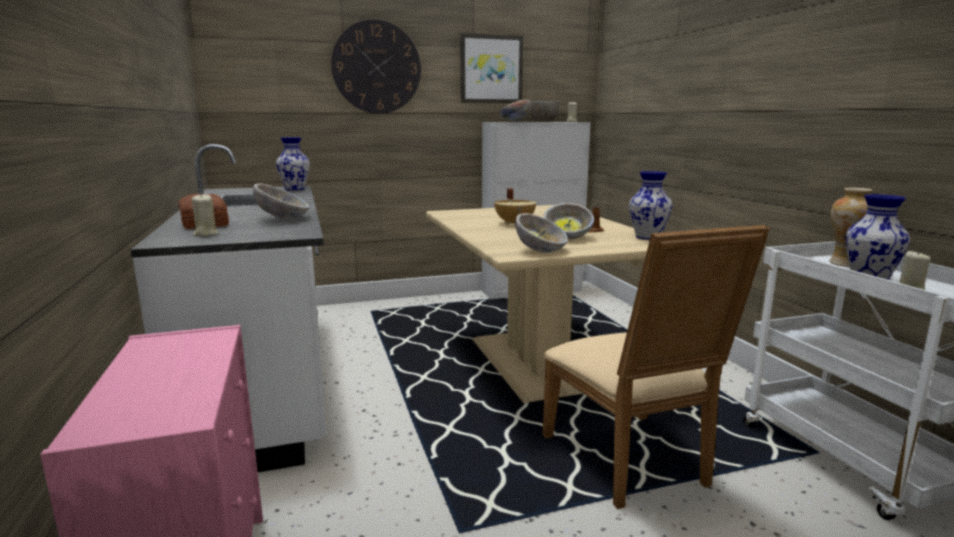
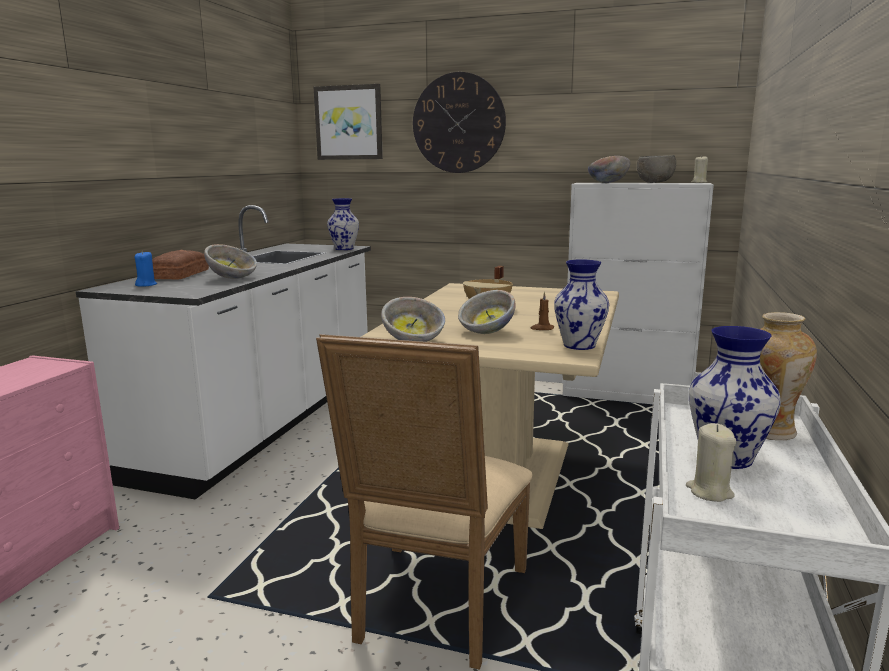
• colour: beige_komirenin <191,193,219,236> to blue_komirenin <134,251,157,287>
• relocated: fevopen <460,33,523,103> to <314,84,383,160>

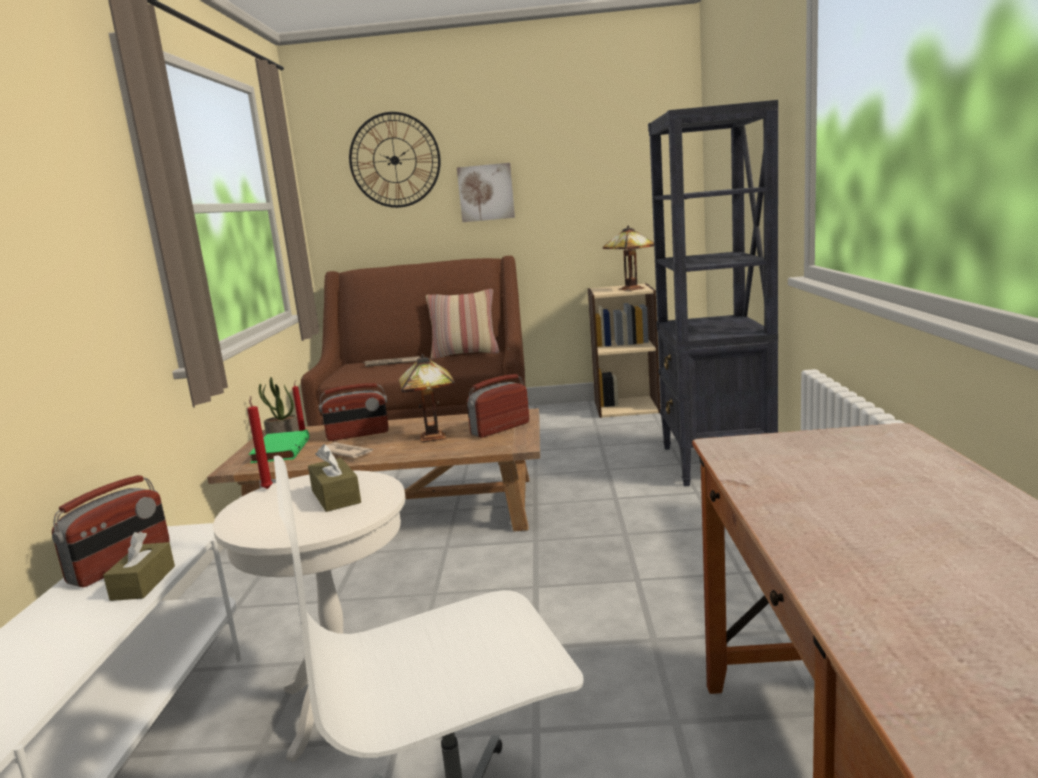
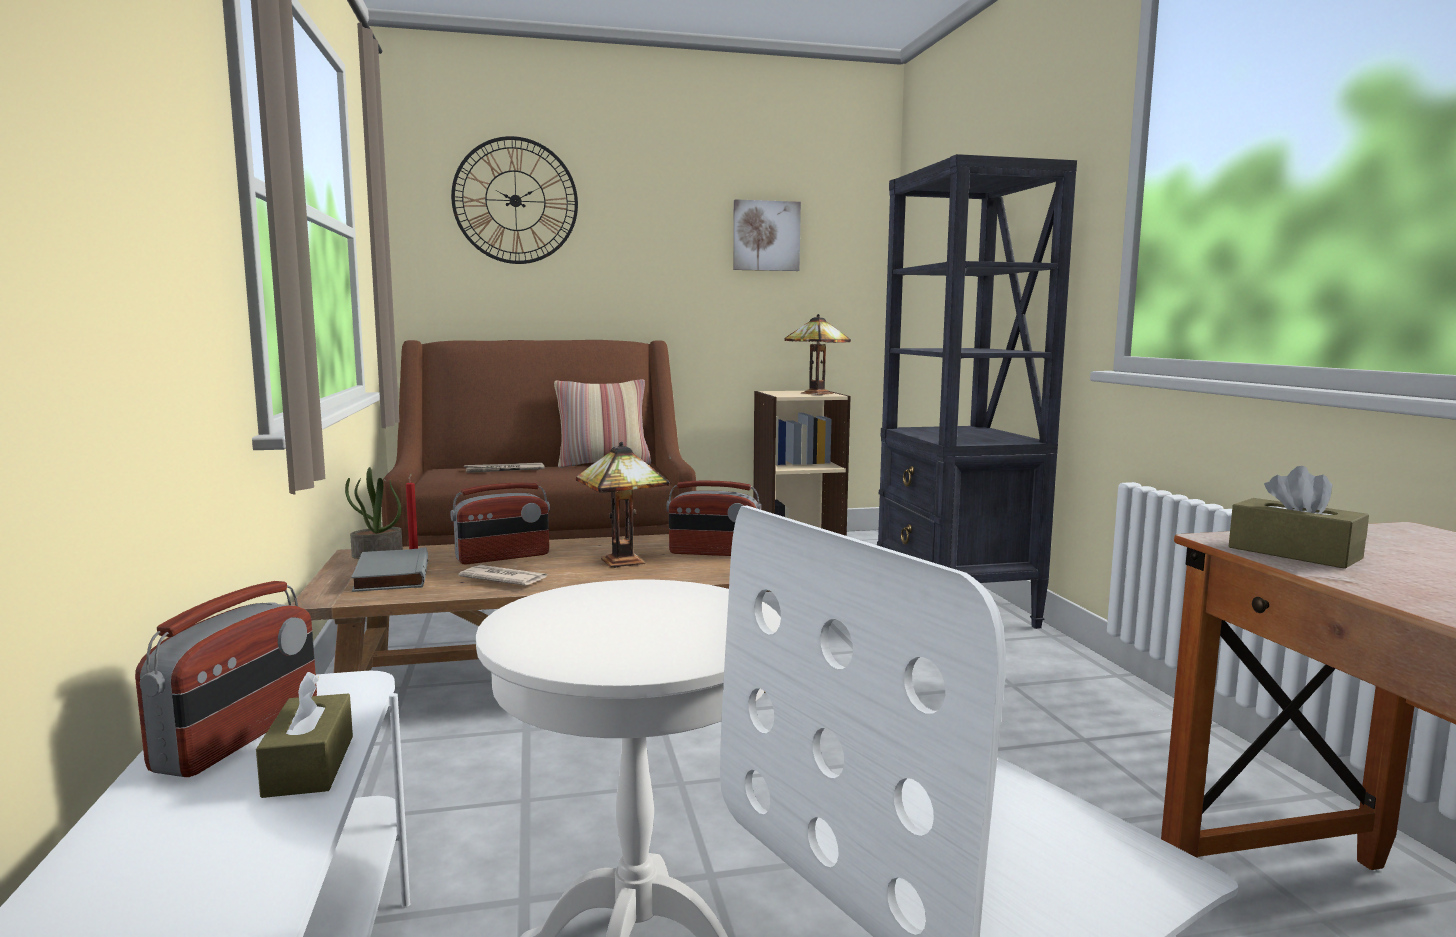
• missing: red_komirenin <247,396,273,489>
• colour: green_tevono <249,430,309,463> to grey_tevono <351,547,428,592>
• relocated: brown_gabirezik <308,444,361,512> to <1229,466,1369,569>
• relocated: fevopen <457,163,515,222> to <733,199,801,271>
• spun: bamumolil <467,374,529,438> = <666,481,761,556> 120 degrees counterclockwise

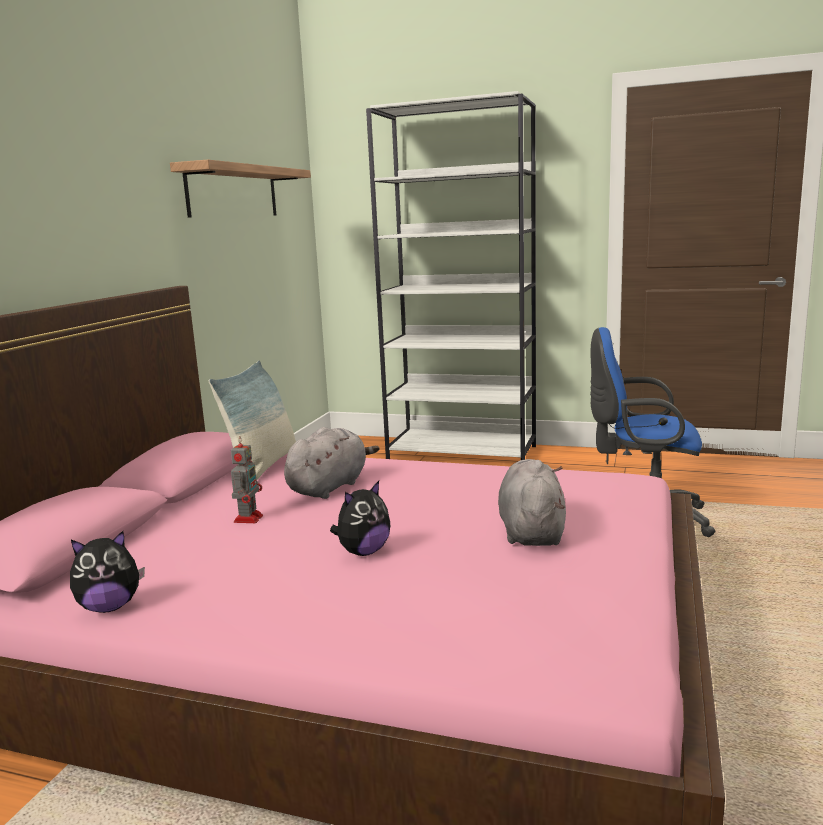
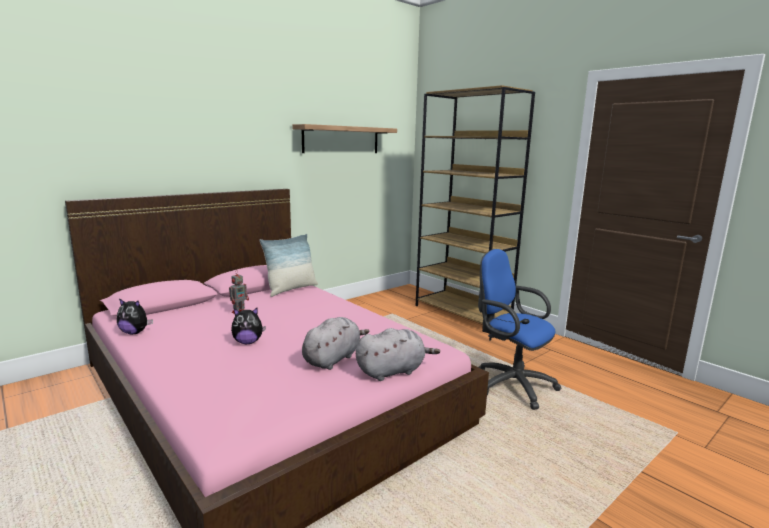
• relocated: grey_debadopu <284,427,379,499> to <356,328,440,381>
• colour: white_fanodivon <366,91,536,460> to brown_fanodivon <416,85,535,332>

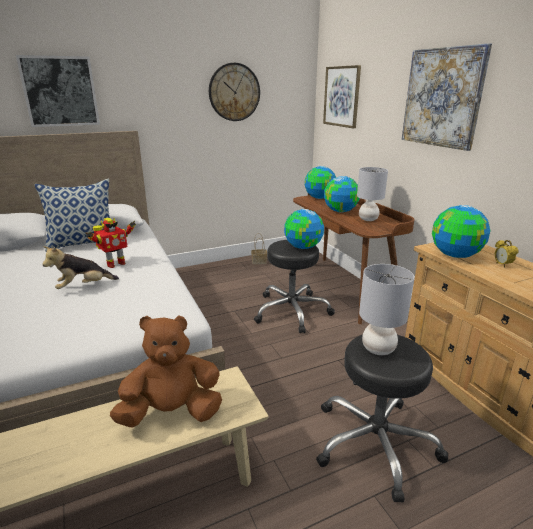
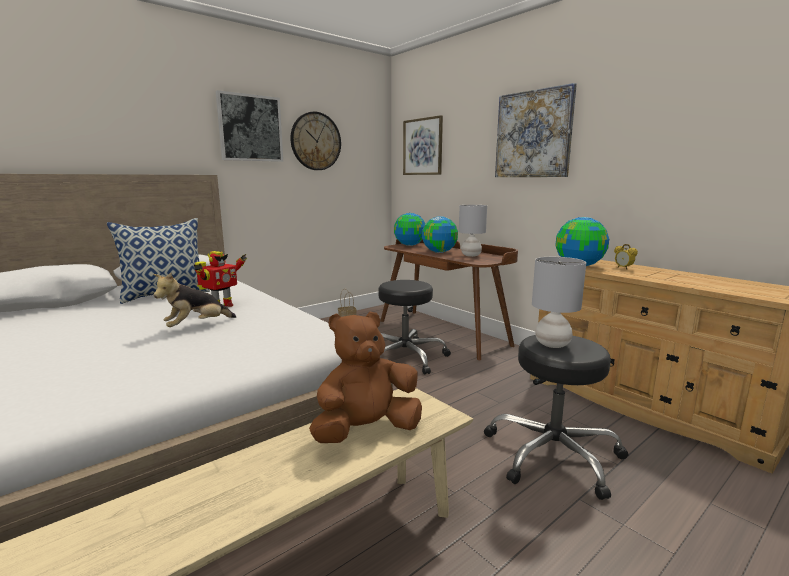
• relocated: fevopen <16,55,100,127> to <216,90,283,162>
• missing: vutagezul <284,209,324,249>

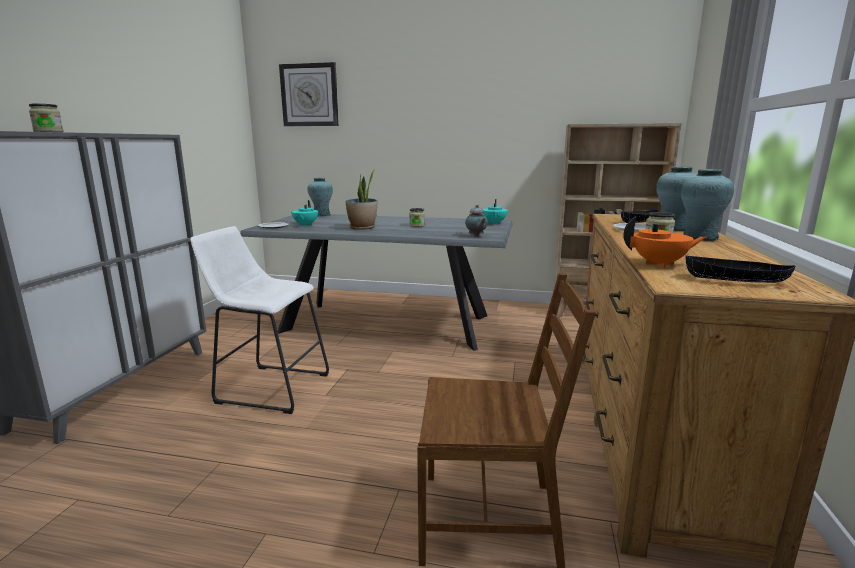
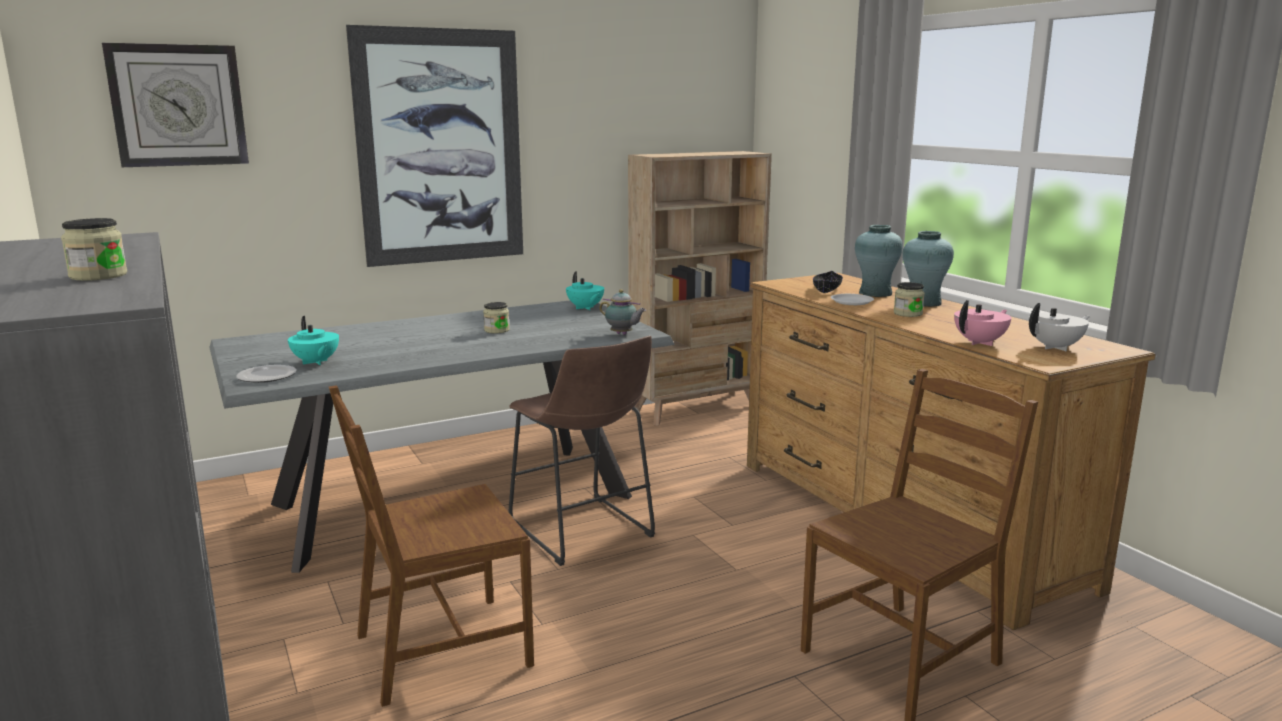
• exchanged: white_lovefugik <190,226,329,414> to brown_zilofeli <329,385,534,707>
• missing: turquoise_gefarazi <307,178,333,217>
• missing: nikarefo <346,169,377,230>
• colour: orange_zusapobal <623,217,706,268> to pink_zusapobal <954,300,1011,346>
• exchanged: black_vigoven <685,255,796,283> to white_zusapobal <1029,303,1090,351>
• appeared: fevopen <346,25,523,267>
• appeared: brown_lovefugik <509,336,655,566>

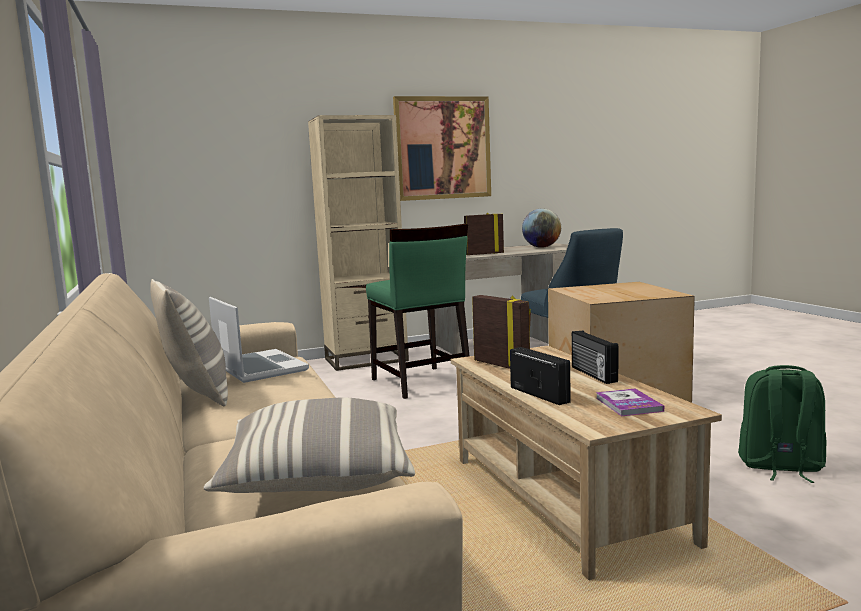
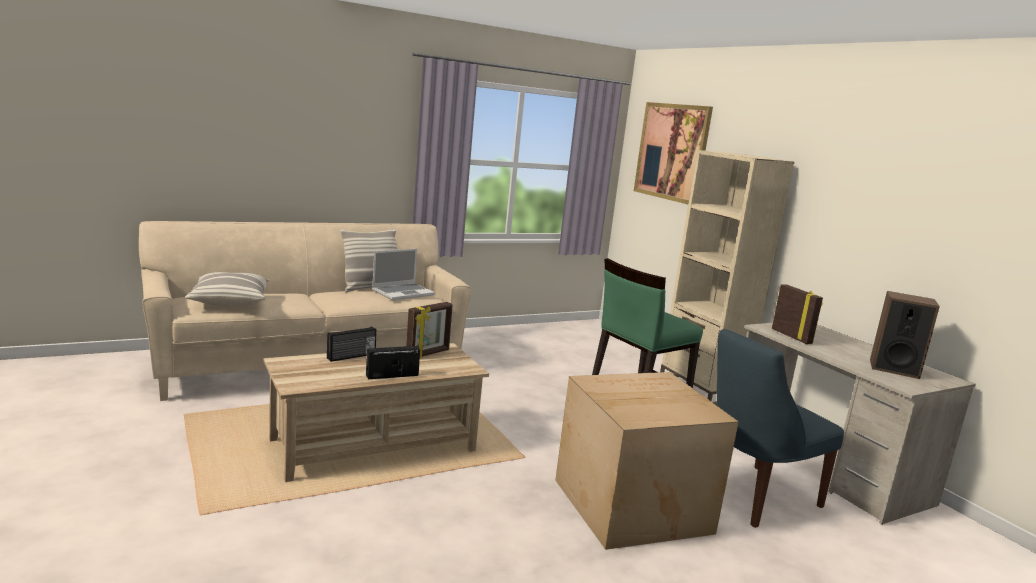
• relocated: fevopen <393,96,491,201> to <634,102,713,204>
• exchanged: vutagezul <522,208,561,248> to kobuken <870,291,940,379>
• missing: tevono <596,388,664,416>
• missing: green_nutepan <738,365,826,483>

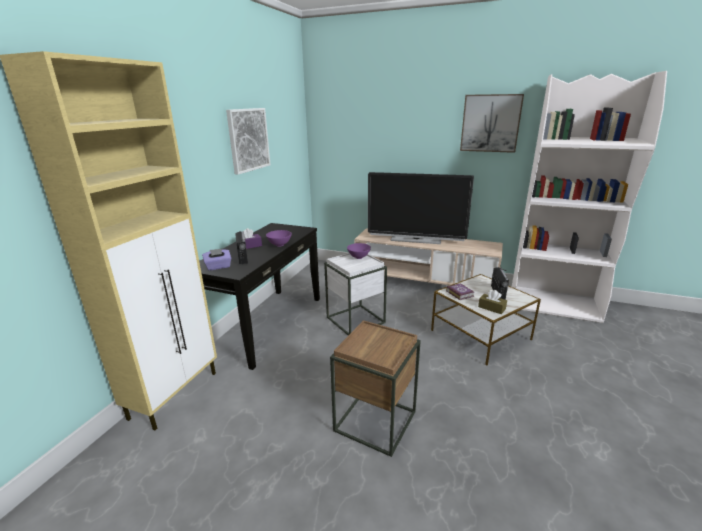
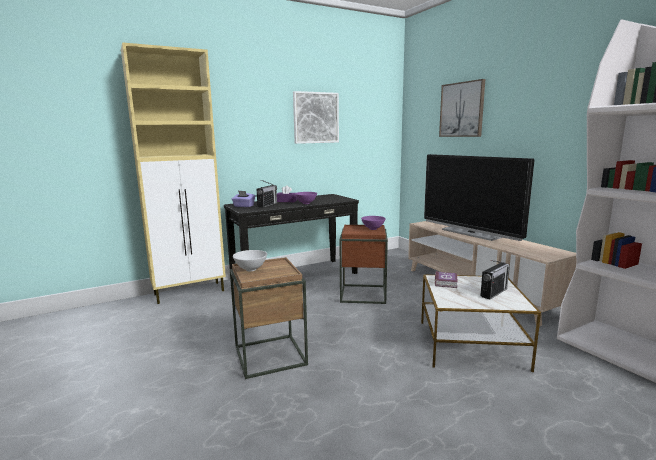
• colour: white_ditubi <324,253,387,335> to brown_ditubi <339,225,388,304>
• relocated: fevopen <460,94,524,153> to <439,79,485,137>
• missing: brown_gabirezik <478,290,507,314>
• appeared: white_vigoven <233,250,267,271>

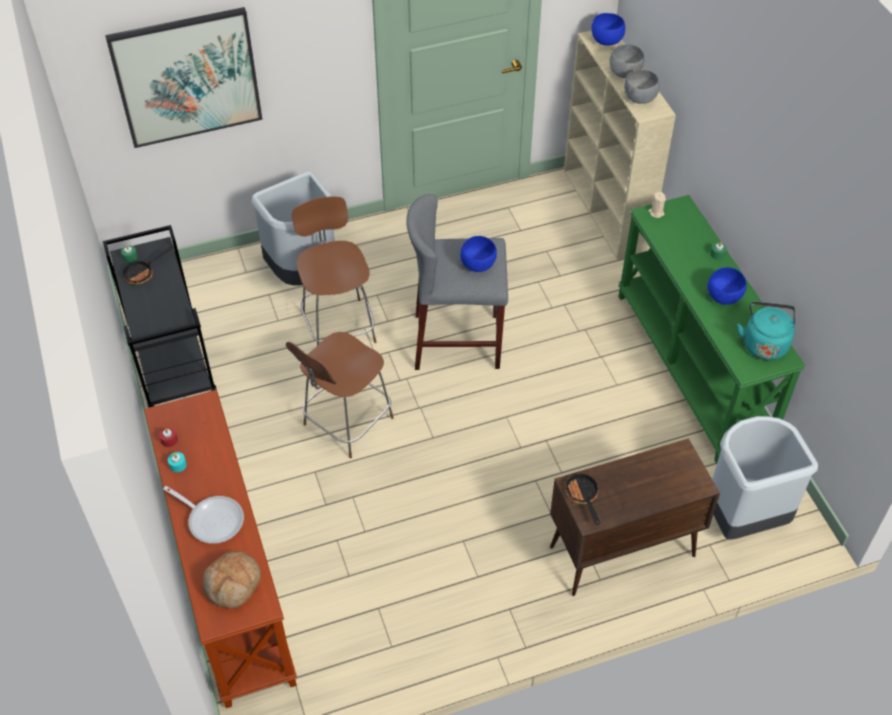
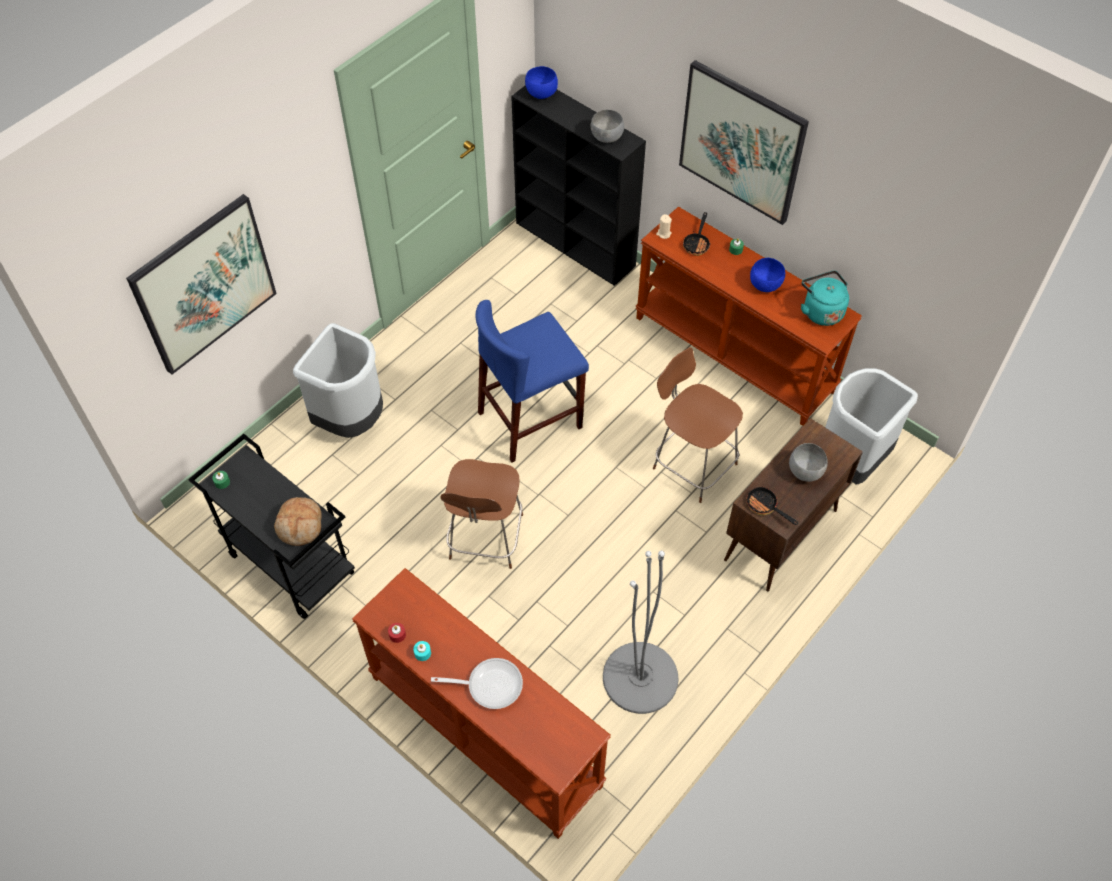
• relocated: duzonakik <123,246,172,284> to <683,212,710,256>
• relocated: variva <202,551,261,609> to <274,497,322,546>
• relocated: brown_zilofeli <292,197,376,345> to <653,347,743,503>
• colour: grey_lovefugik <406,194,508,370> to blue_lovefugik <475,300,589,462>
• missing: blue_vigoven <460,236,497,272>
• colour: beige_fanodivon <564,31,676,260> to black_fanodivon <511,85,646,286>
• relocated: grey_vigoven <609,44,645,78> to <789,443,828,482>
• colour: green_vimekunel <618,195,805,464> to brown_vimekunel <635,207,862,426>
• appeared: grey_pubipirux <603,551,678,714>
• appeared: fevopen <679,60,809,225>

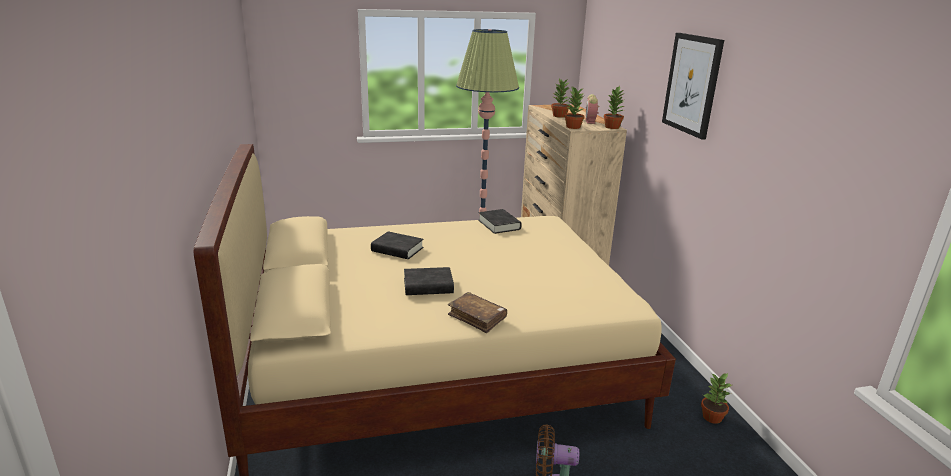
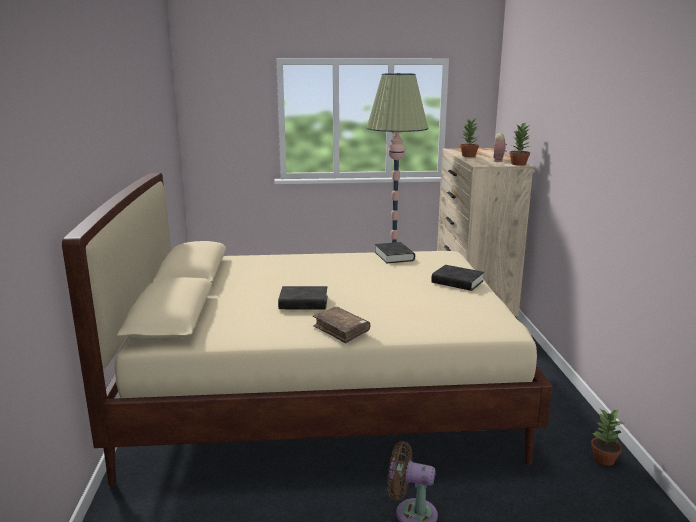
• relocated: black_tevono <371,231,423,259> to <431,265,484,291>
• missing: nikarefo <564,87,585,129>
• missing: fevopen <662,33,724,139>

